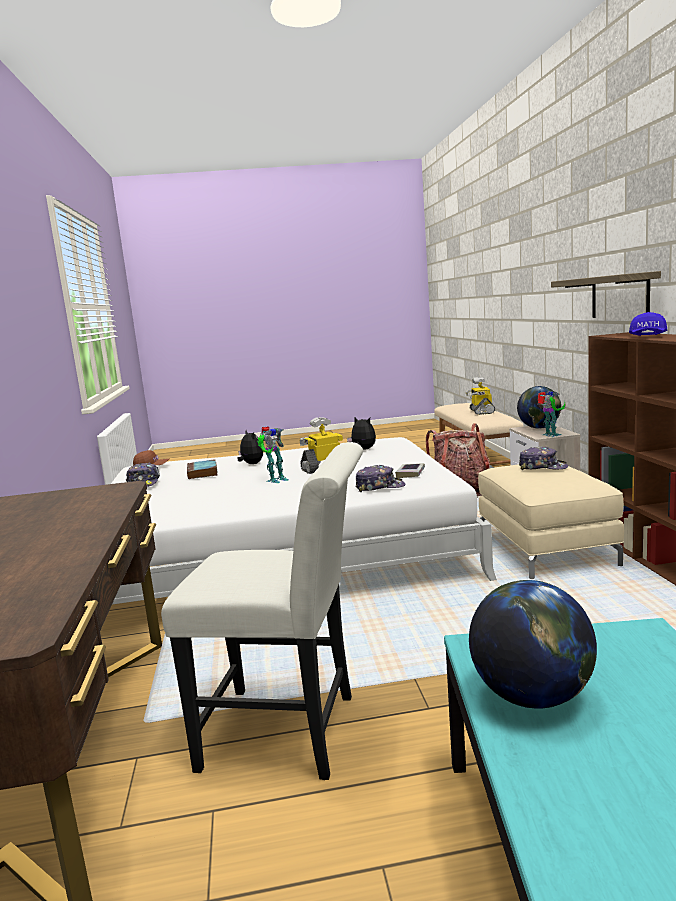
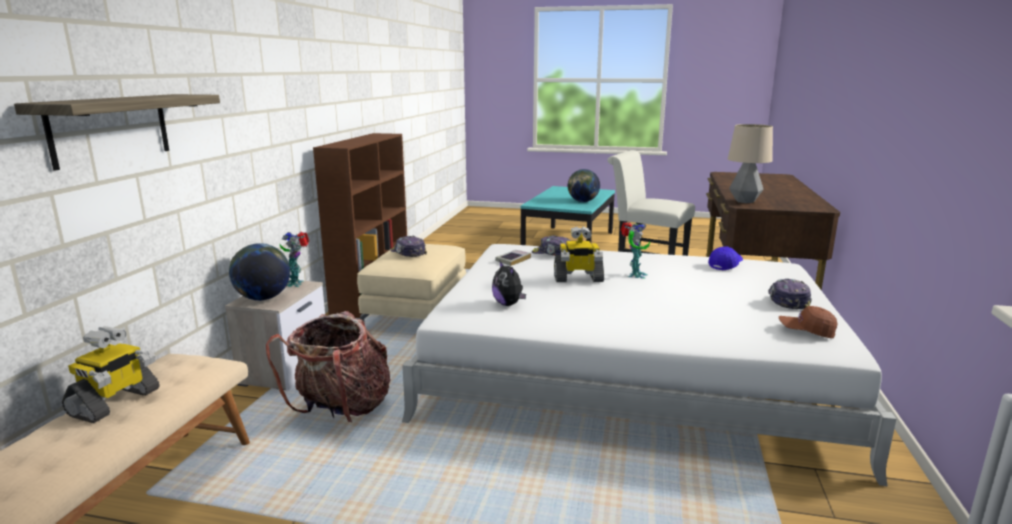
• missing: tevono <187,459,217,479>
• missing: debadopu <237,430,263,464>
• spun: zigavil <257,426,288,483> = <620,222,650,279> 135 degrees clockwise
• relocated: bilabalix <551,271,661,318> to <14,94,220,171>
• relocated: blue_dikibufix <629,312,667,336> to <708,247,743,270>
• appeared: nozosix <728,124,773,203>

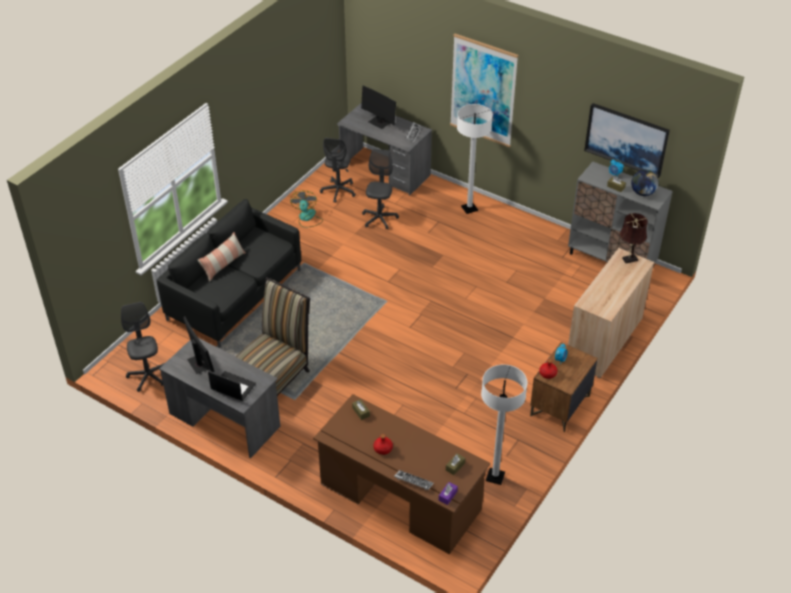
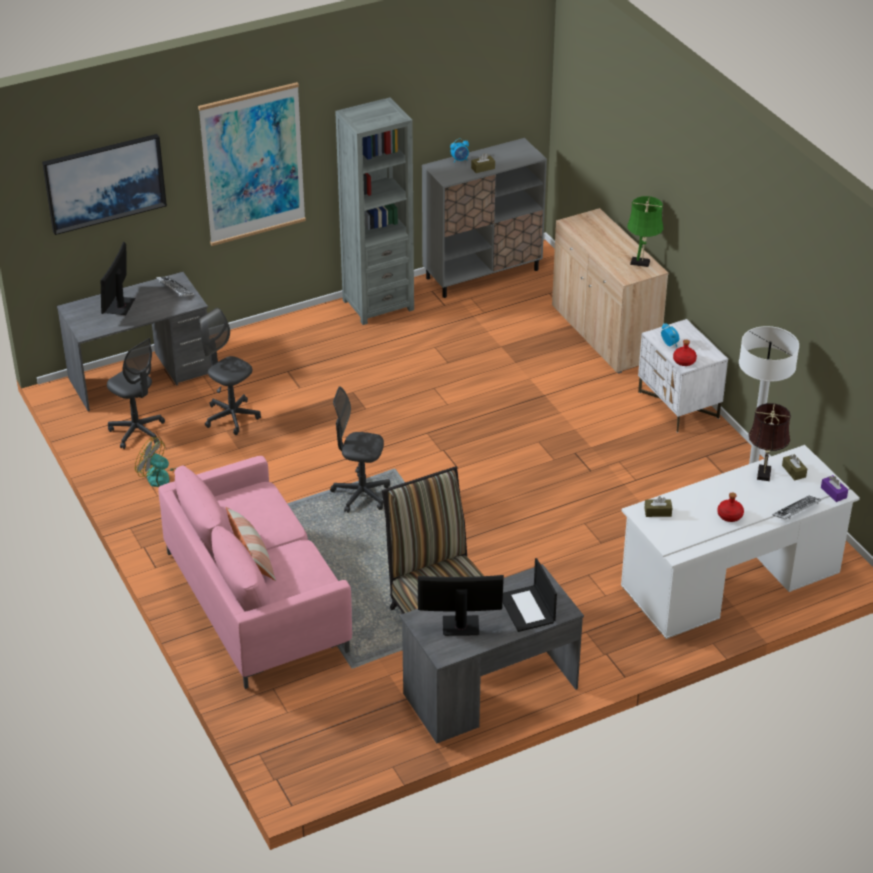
• relocated: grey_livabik <121,302,165,392> to <330,386,390,513>
• colour: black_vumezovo <157,199,301,348> to pink_vumezovo <158,456,352,689>
• spun: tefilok <208,371,256,401> = <503,558,557,632> 75 degrees counterclockwise
• colour: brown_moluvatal <313,394,490,554> to white_moluvatal <621,445,860,639>
• spun: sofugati <361,86,396,129> = <101,242,135,315> 120 degrees clockwise
• missing: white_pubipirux <457,104,493,214>
• colour: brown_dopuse <530,342,598,432> to white_dopuse <638,319,728,433>
• relocated: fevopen <584,103,670,178> to <42,134,167,235>
• relocated: brown_nozosix <620,213,648,263> to <749,403,791,481>
• missing: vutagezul <631,170,658,196>
• appeared: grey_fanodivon <335,97,414,325>
• appeared: green_nozosix <627,196,663,267>

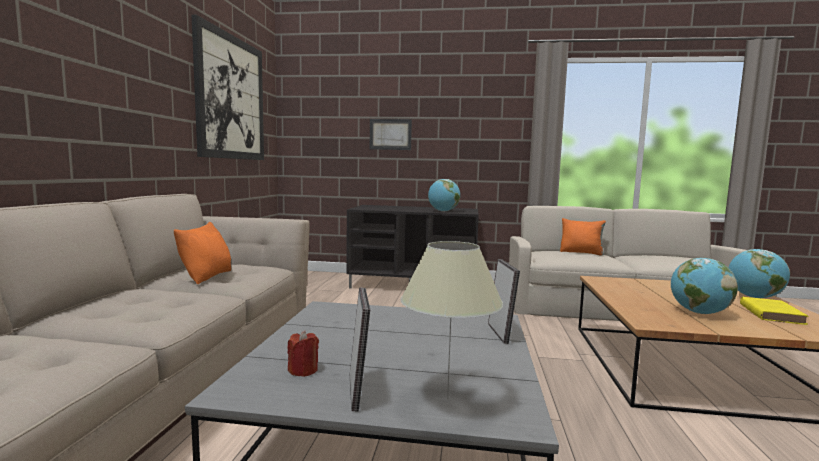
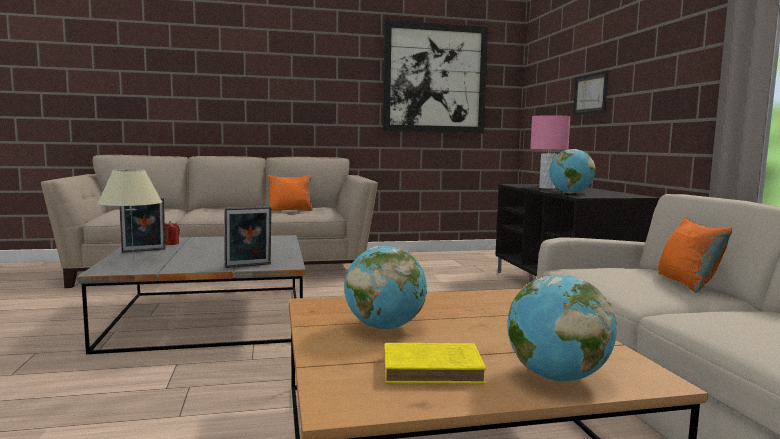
• appeared: pink_nozosix <530,115,570,189>

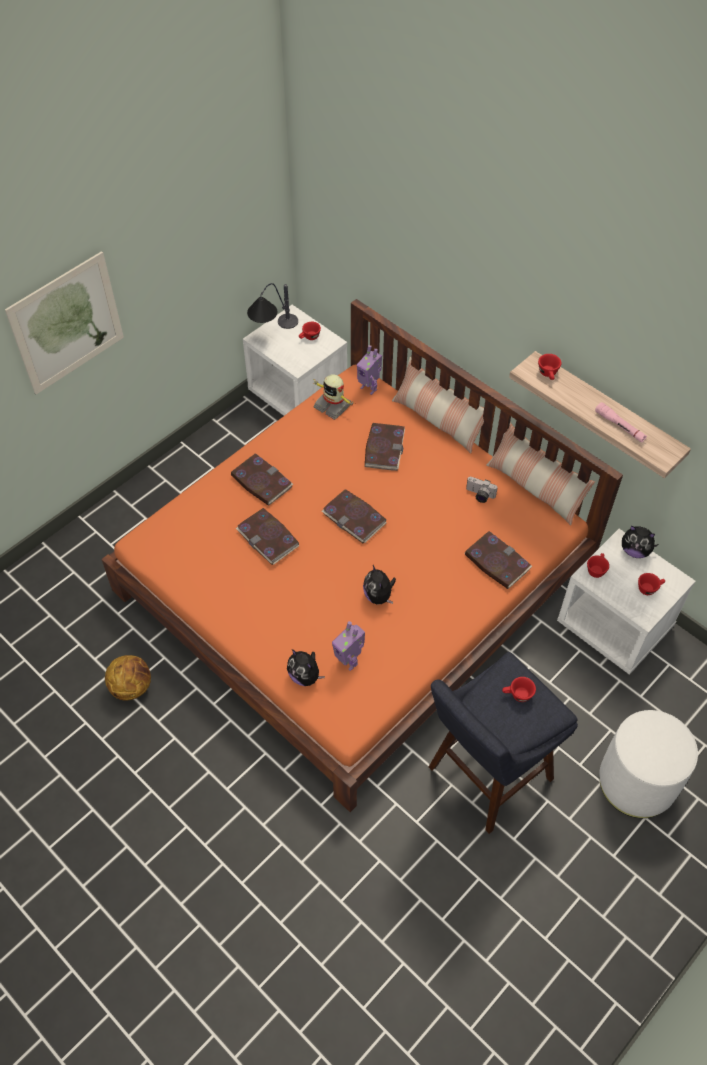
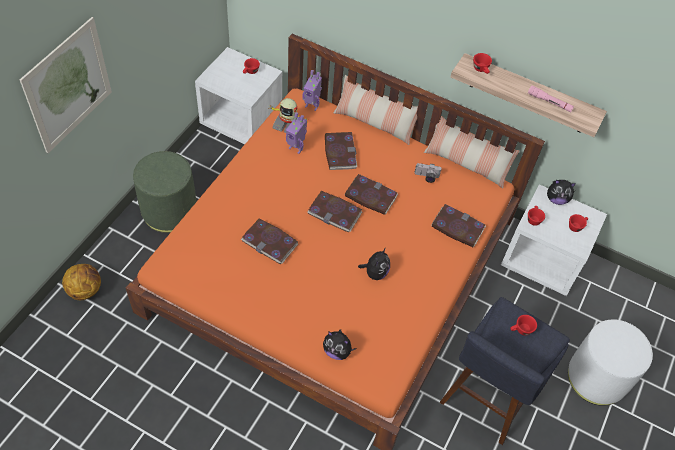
• relocated: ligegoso <105,655,151,701> to <62,264,101,300>
• relocated: tevono <231,453,293,506> to <344,174,398,215>
• missing: nozosix <247,283,298,329>
• relocated: zigavil <332,621,365,671> to <286,112,307,154>
• spun: debadopu <363,565,396,604> = <358,249,390,280> 120 degrees counterclockwise
• appeared: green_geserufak <133,151,196,233>

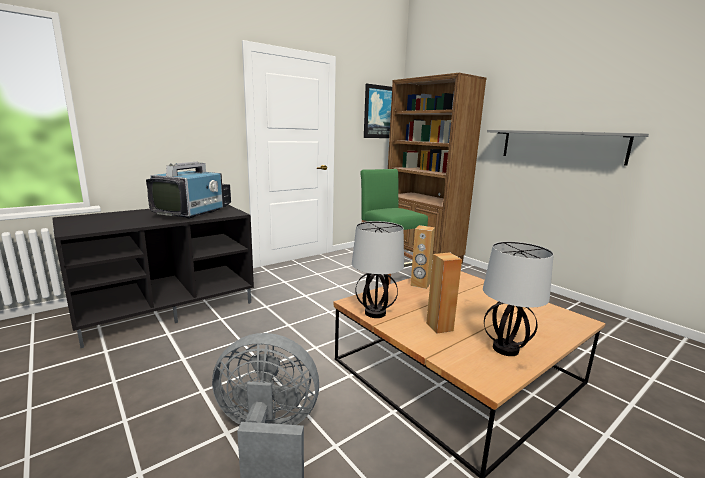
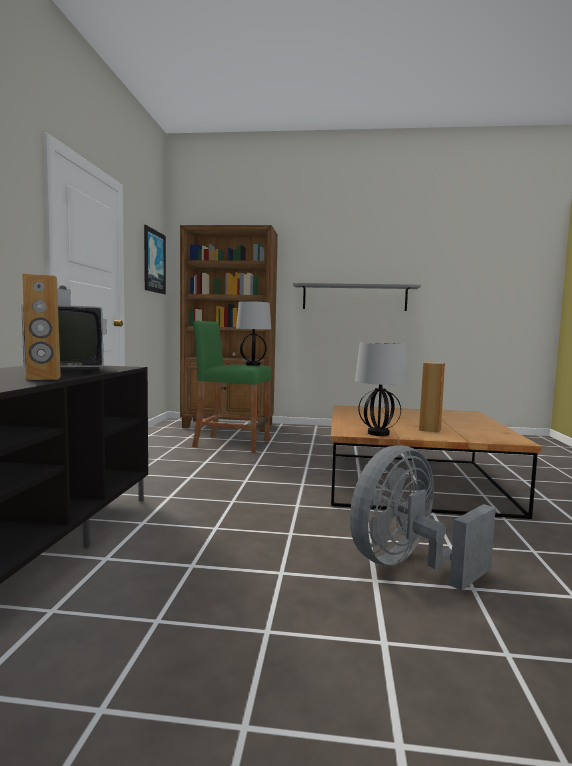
• relocated: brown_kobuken <411,225,435,289> to <22,274,61,380>
• relocated: nozosix <483,241,554,356> to <236,301,271,366>

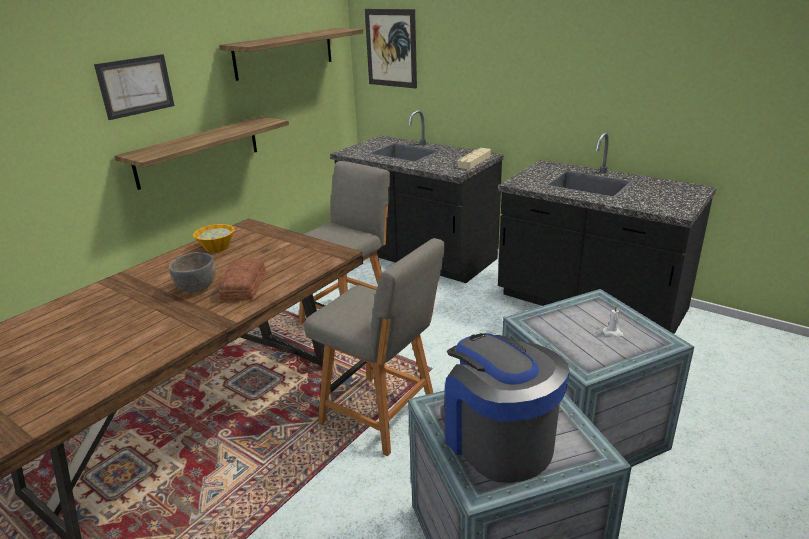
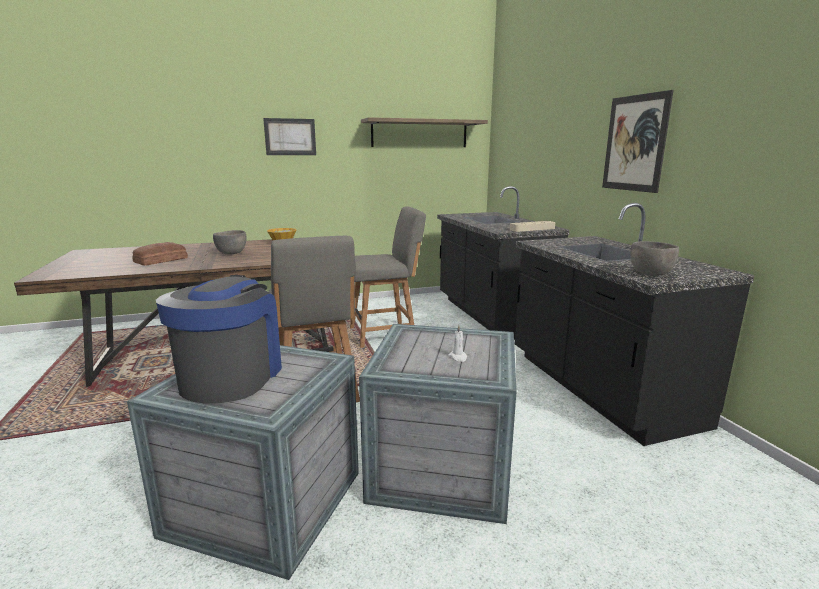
• missing: bilabalix <114,116,289,190>
• relocated: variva <219,259,266,300> to <132,242,188,266>
• relocated: fevopen <365,9,417,88> to <602,90,674,193>
• appeared: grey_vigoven <630,241,679,276>

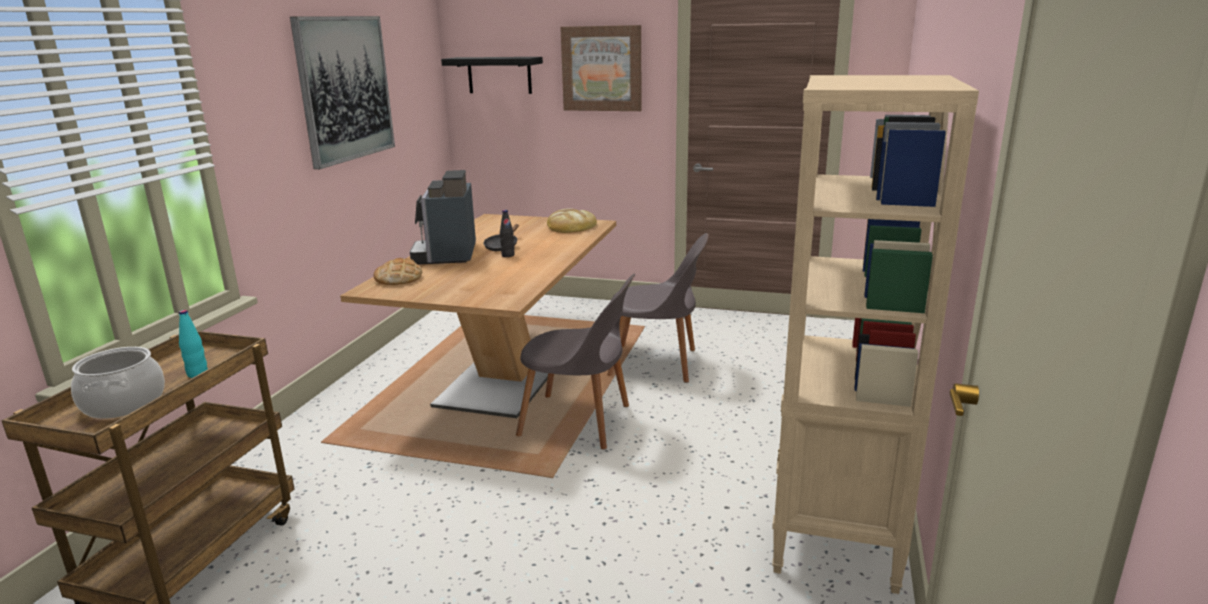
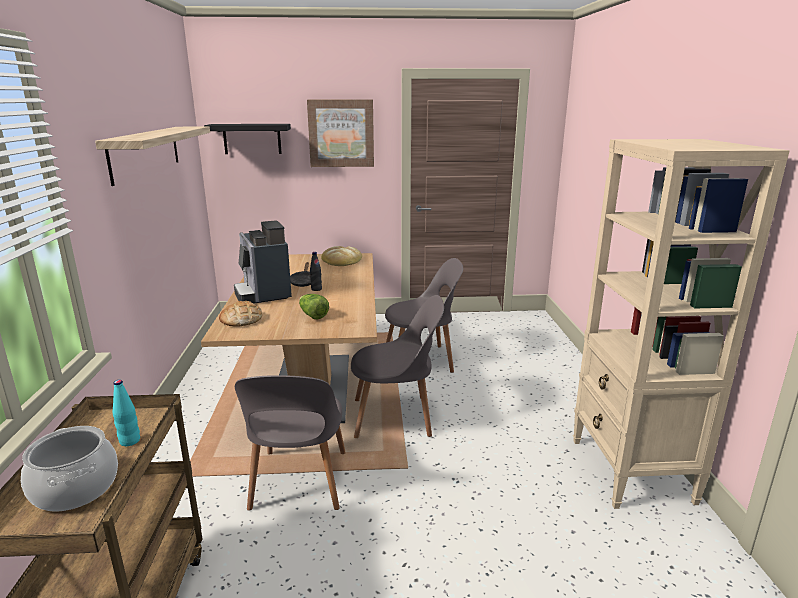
• exchanged: fevopen <290,16,395,169> to bilabalix <95,127,210,186>
• appeared: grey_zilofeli <235,375,346,511>
• appeared: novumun <299,294,329,319>

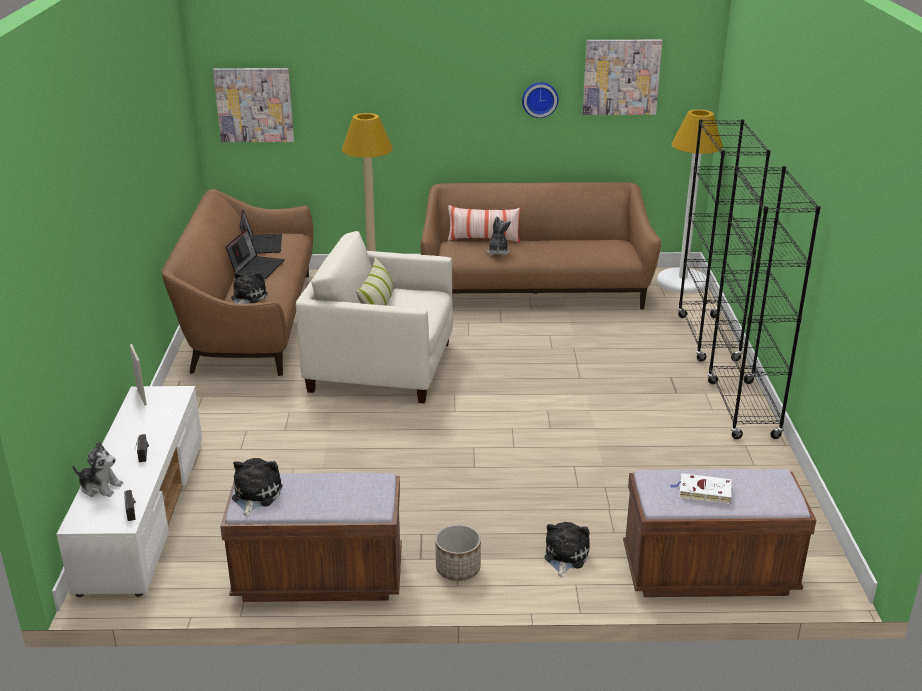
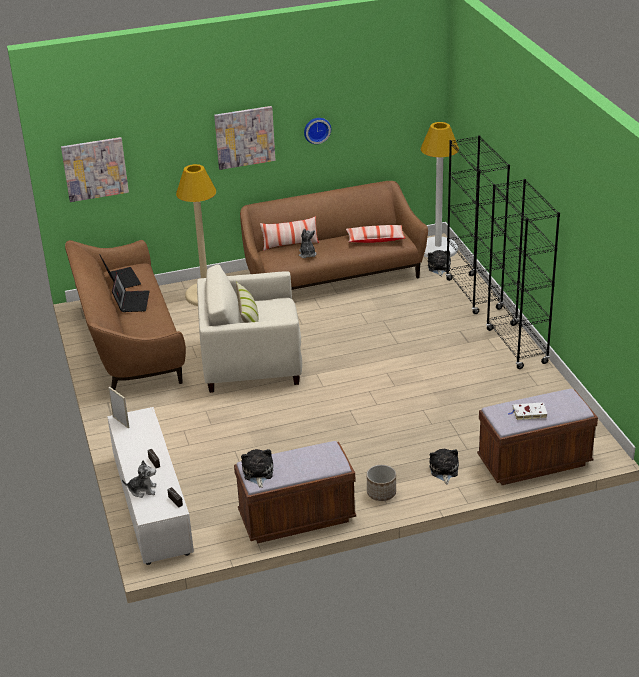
• relocated: debadopu <231,271,268,304> to <428,250,451,277>
• relocated: fevopen <583,40,662,115> to <214,106,275,170>
• appeared: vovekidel <346,225,405,243>

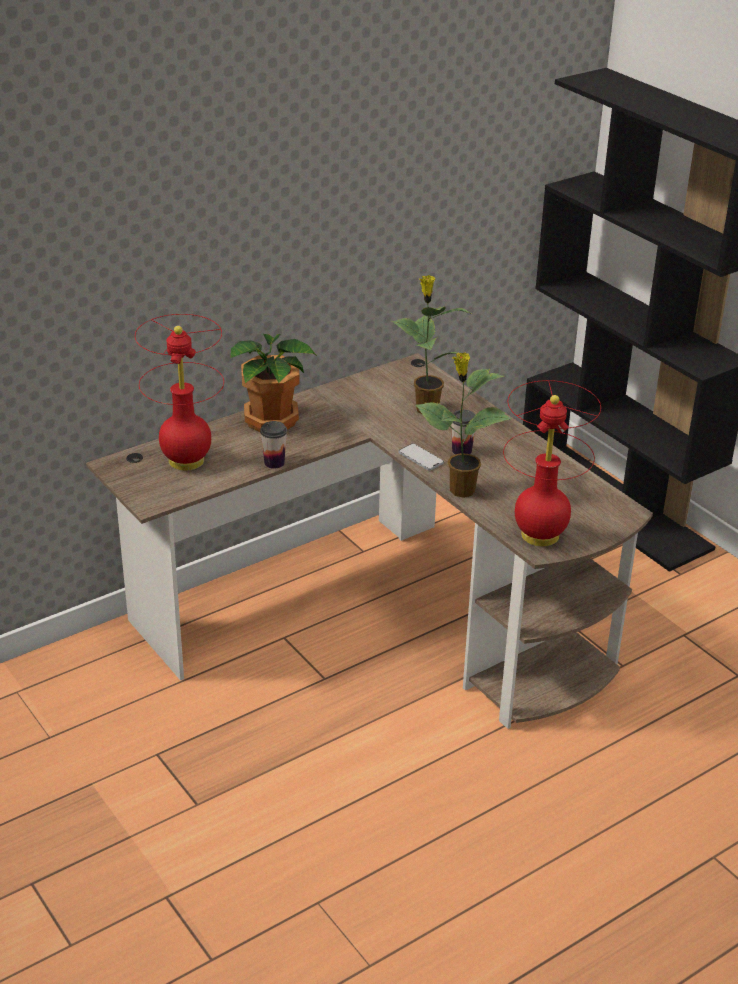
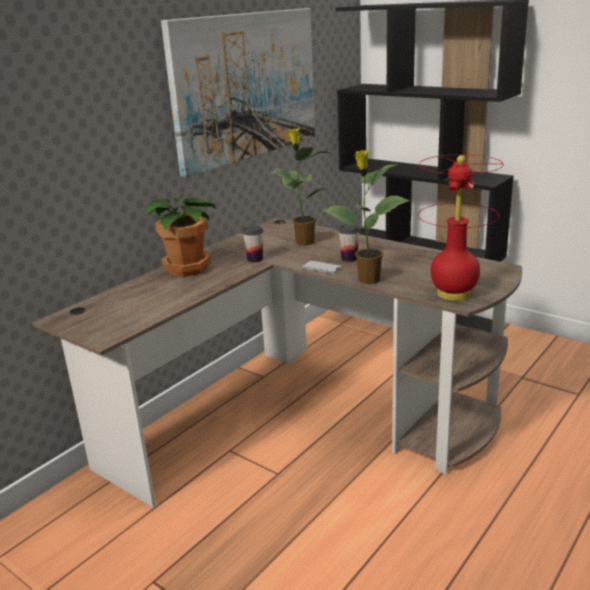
• missing: red_nozosix <135,314,224,471>
• relocated: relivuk <260,421,287,469> to <242,225,264,263>
• appeared: fevopen <161,8,315,177>

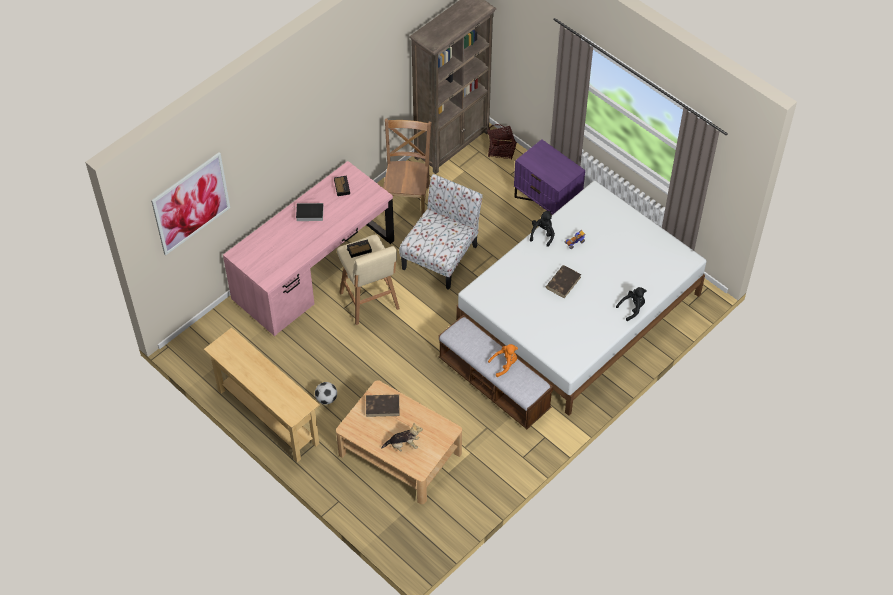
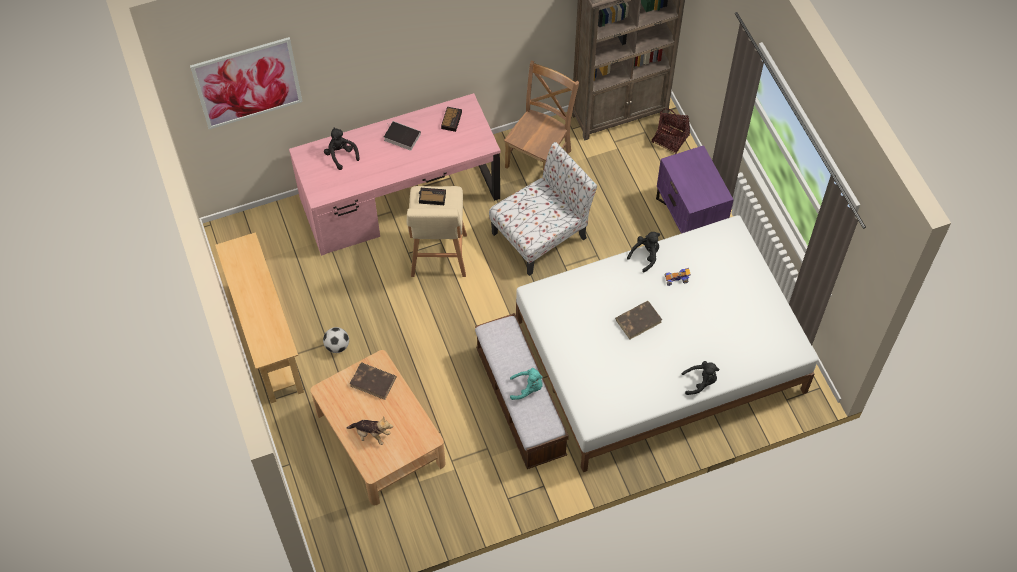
• colour: orange_debadopu <488,344,518,377> to turquoise_debadopu <510,368,543,400>
• appeared: black_debadopu <324,128,360,170>

